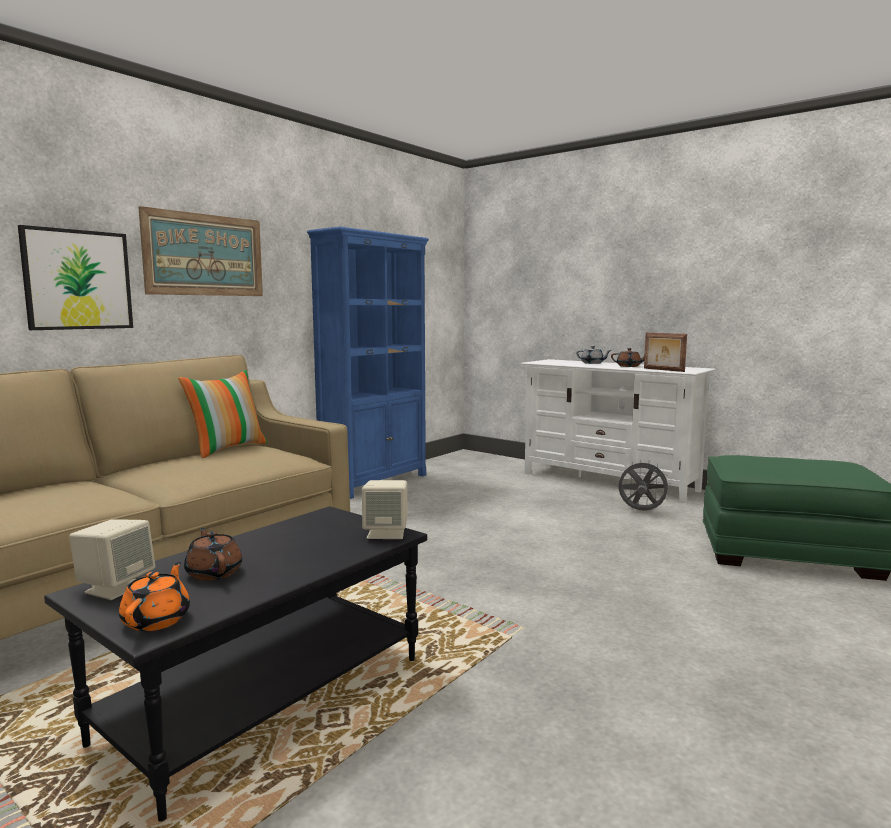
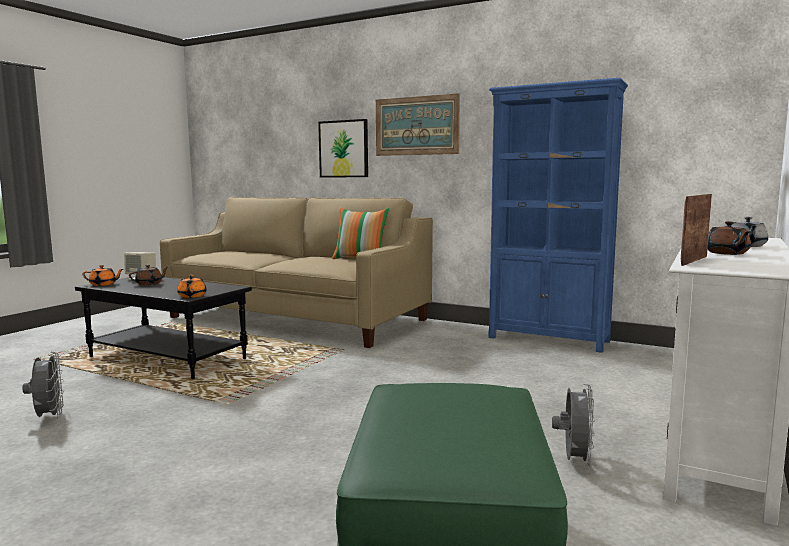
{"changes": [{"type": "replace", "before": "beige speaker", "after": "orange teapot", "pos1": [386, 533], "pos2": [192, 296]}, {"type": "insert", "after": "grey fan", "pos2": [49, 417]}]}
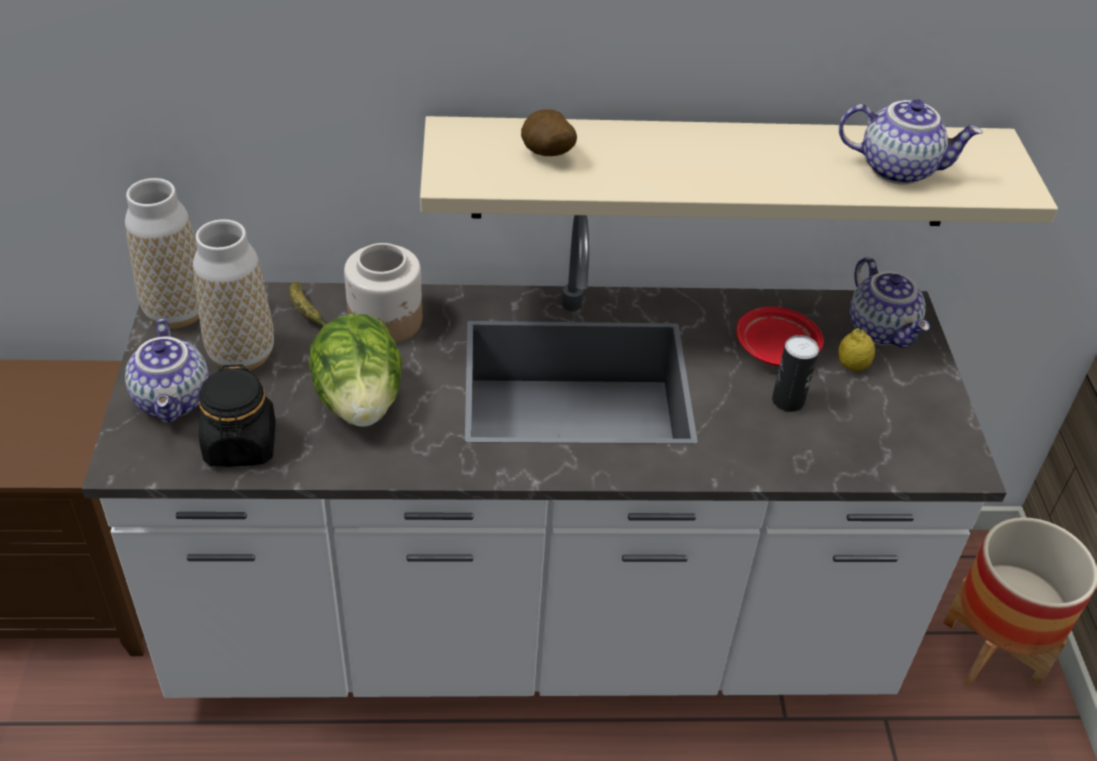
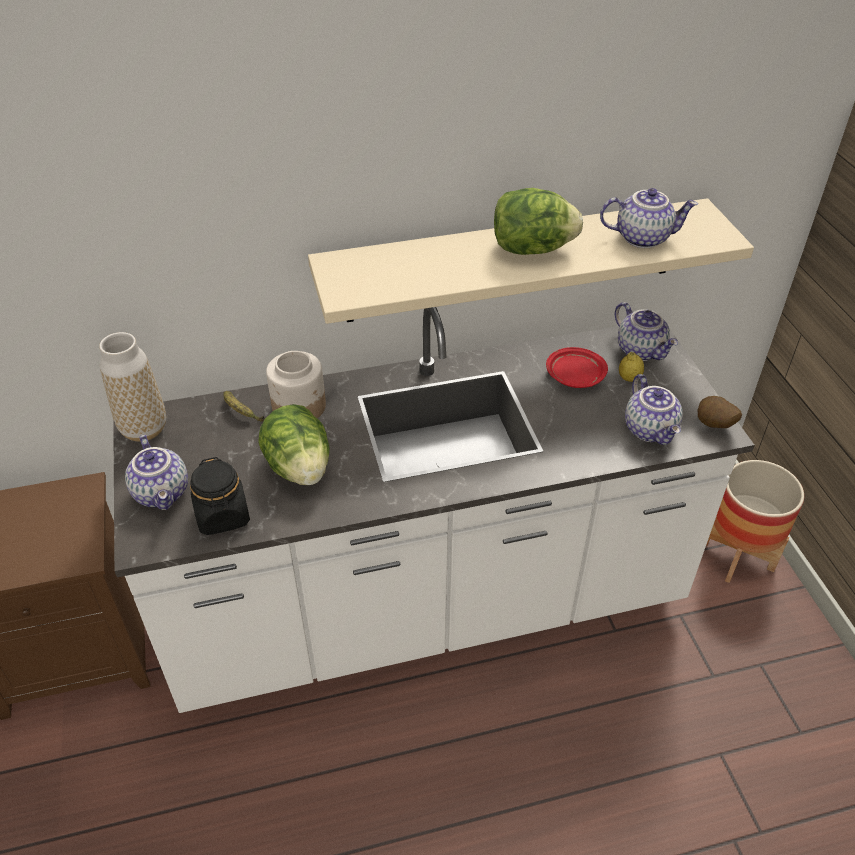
{"changes": [{"type": "move", "before": "potato", "pos1": [546, 156], "pos2": [713, 426]}, {"type": "delete", "before": "vase", "pos1": [242, 356]}, {"type": "delete", "before": "can", "pos1": [788, 401]}, {"type": "insert", "after": "lettuce", "pos2": [531, 249]}, {"type": "insert", "after": "teapot", "pos2": [651, 430]}]}
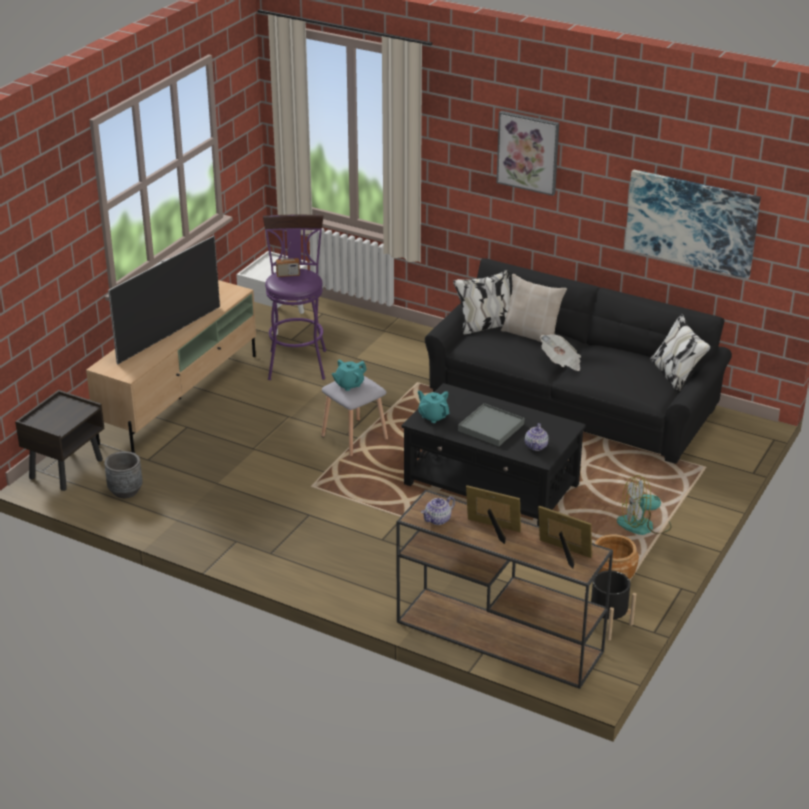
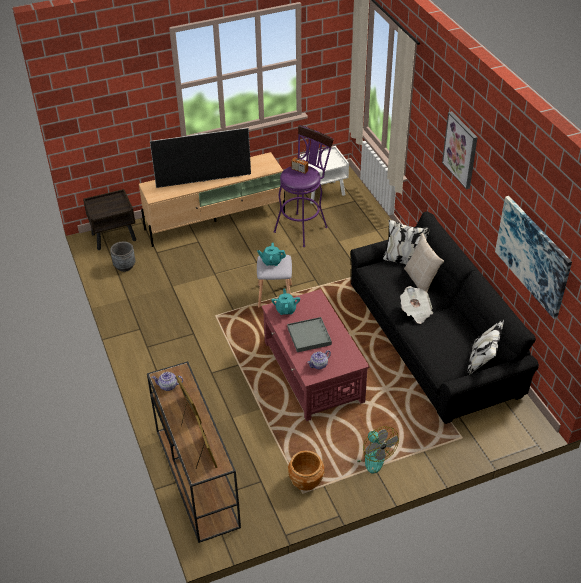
{"changes": [{"type": "recolor", "before": "black coffee table", "after": "red coffee table", "pos1": [492, 485], "pos2": [313, 372]}, {"type": "rotate", "before": "fan", "pos1": [644, 525], "pos2": [370, 456], "turn": -150}, {"type": "delete", "before": "black planter", "pos1": [607, 623]}]}
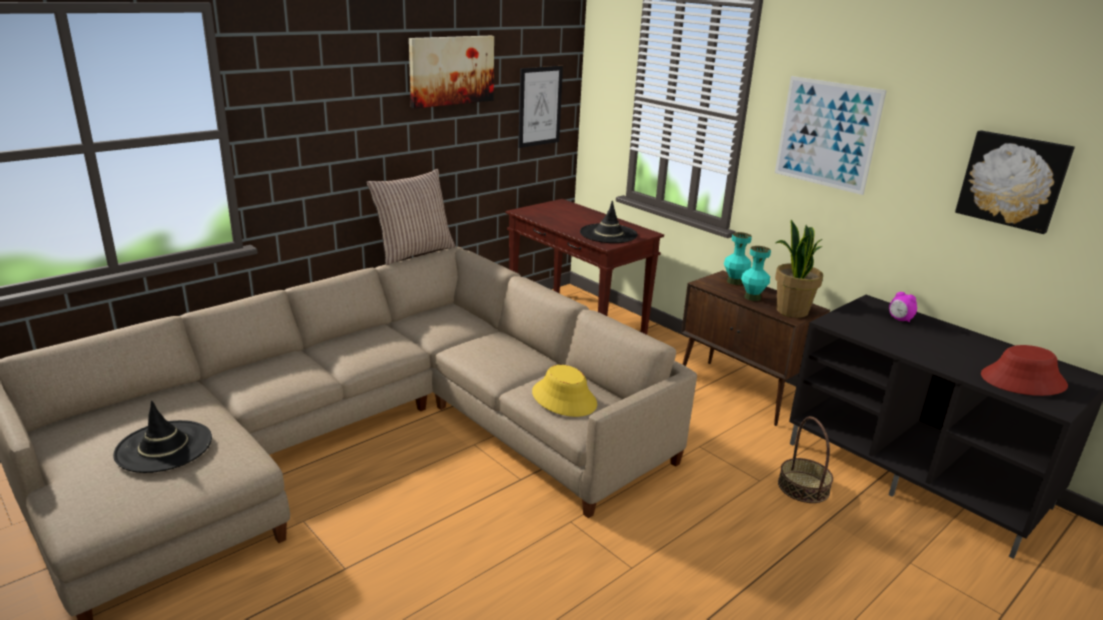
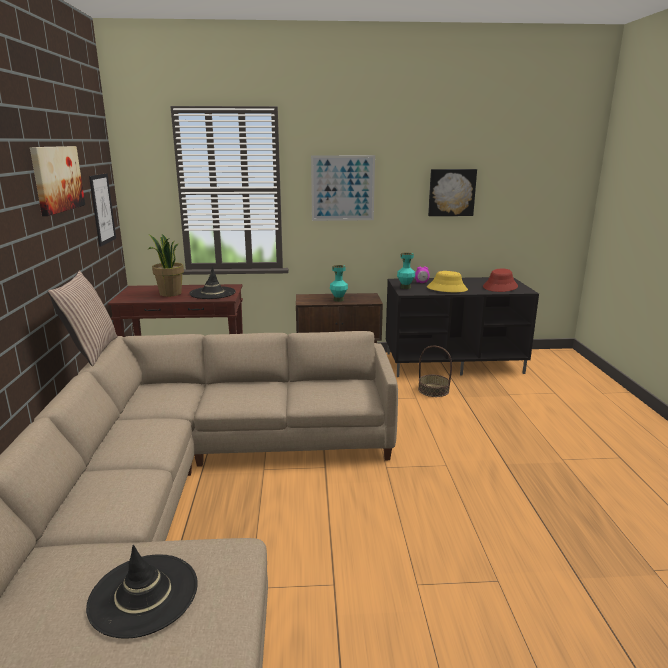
{"changes": [{"type": "move", "before": "potted plant", "pos1": [791, 311], "pos2": [170, 293]}, {"type": "move", "before": "turquoise vase", "pos1": [734, 281], "pos2": [405, 287]}, {"type": "move", "before": "yellow hat", "pos1": [564, 398], "pos2": [447, 289]}]}
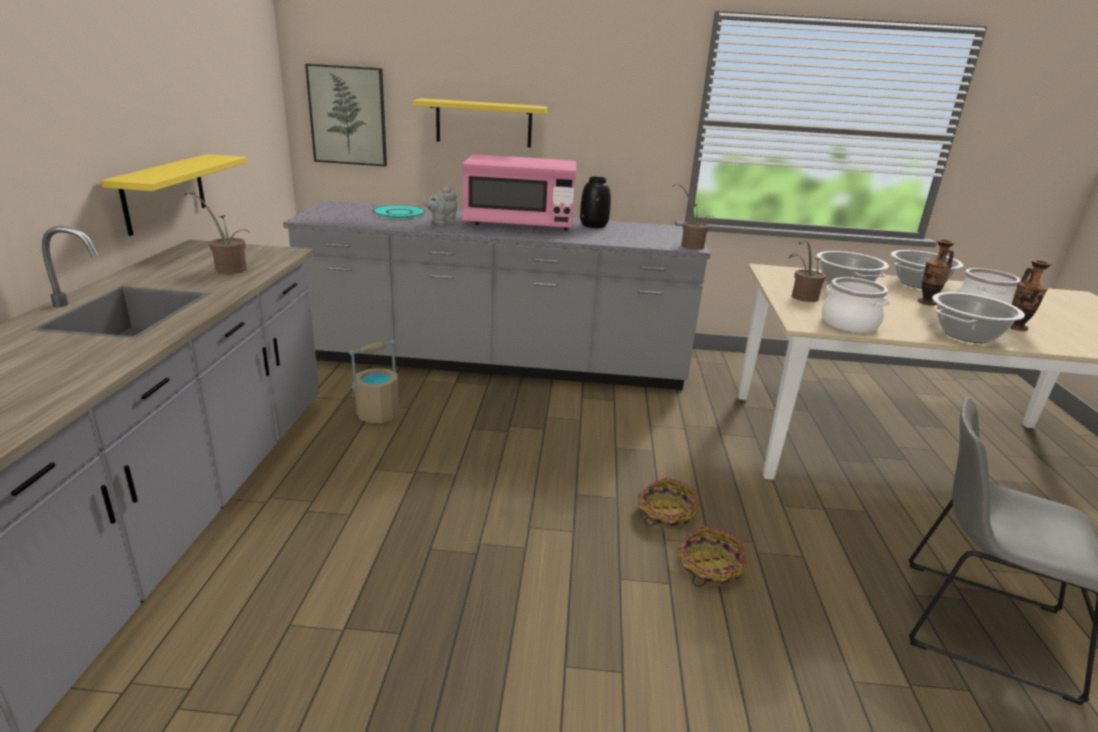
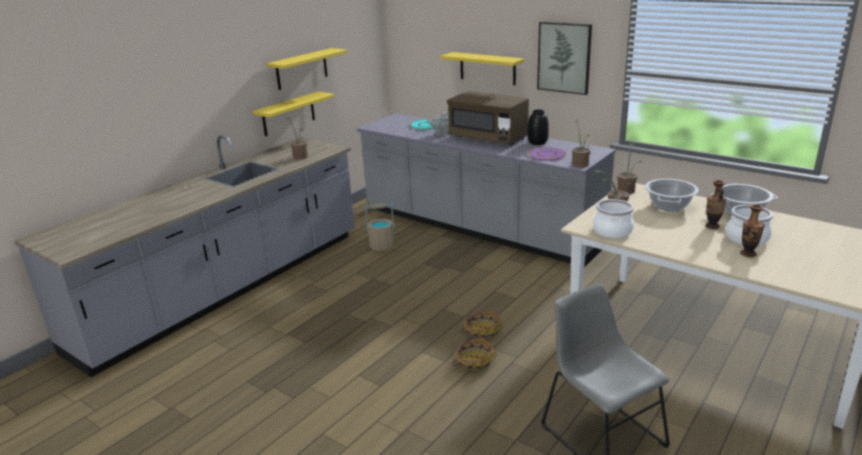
{"changes": [{"type": "move", "before": "picture", "pos1": [348, 115], "pos2": [564, 57]}, {"type": "recolor", "before": "pink microwave", "after": "brown microwave", "pos1": [519, 224], "pos2": [488, 138]}, {"type": "delete", "before": "cooking pot", "pos1": [967, 335]}, {"type": "insert", "after": "yellow shelf", "pos2": [301, 69]}, {"type": "insert", "after": "potted plant", "pos2": [626, 190]}, {"type": "insert", "after": "purple plate", "pos2": [547, 155]}]}
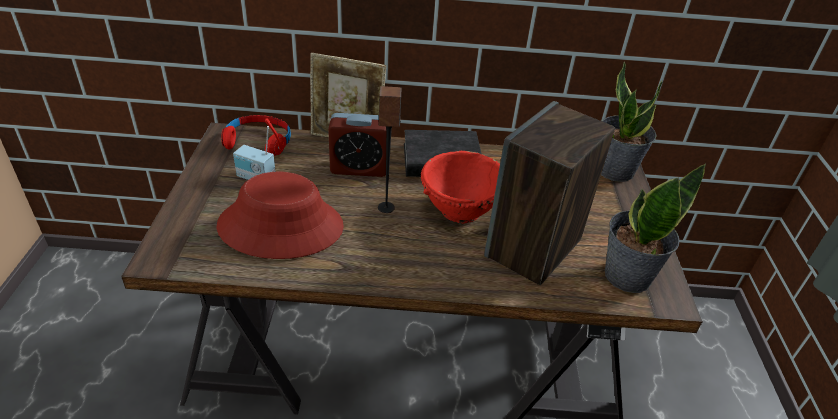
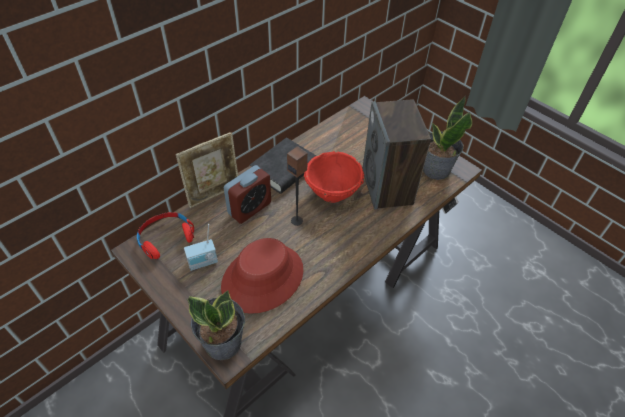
{"changes": [{"type": "move", "before": "potted plant", "pos1": [615, 170], "pos2": [223, 342]}]}
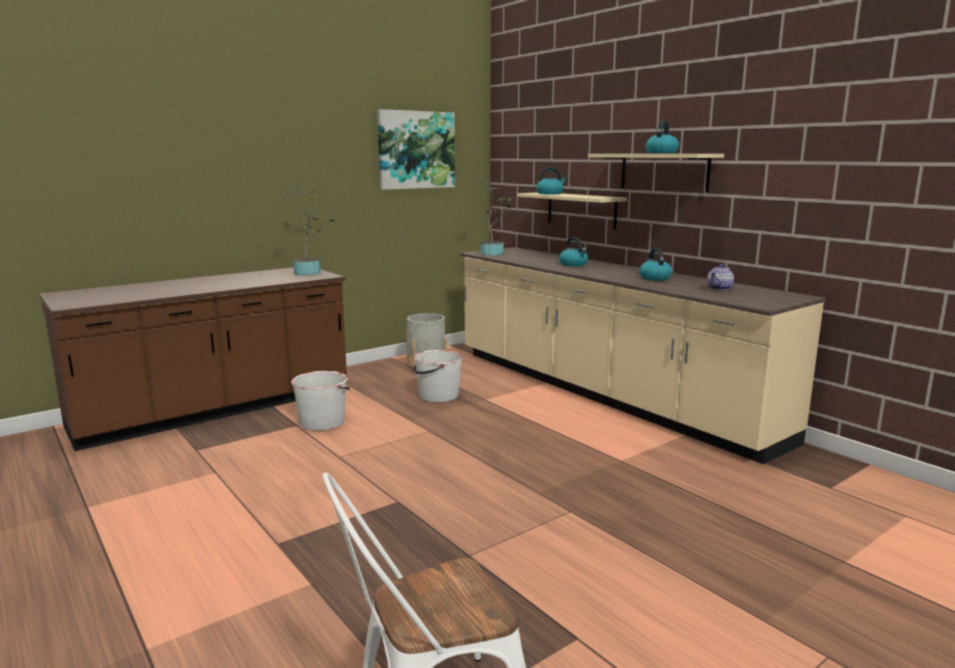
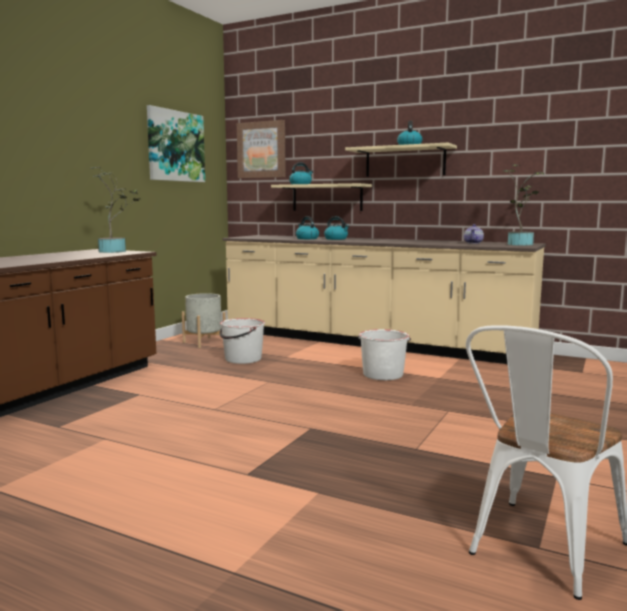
{"changes": [{"type": "move", "before": "potted plant", "pos1": [494, 253], "pos2": [520, 244]}, {"type": "move", "before": "kettle", "pos1": [654, 278], "pos2": [306, 238]}, {"type": "move", "before": "white bucket", "pos1": [322, 422], "pos2": [383, 374]}, {"type": "insert", "after": "picture", "pos2": [261, 150]}]}
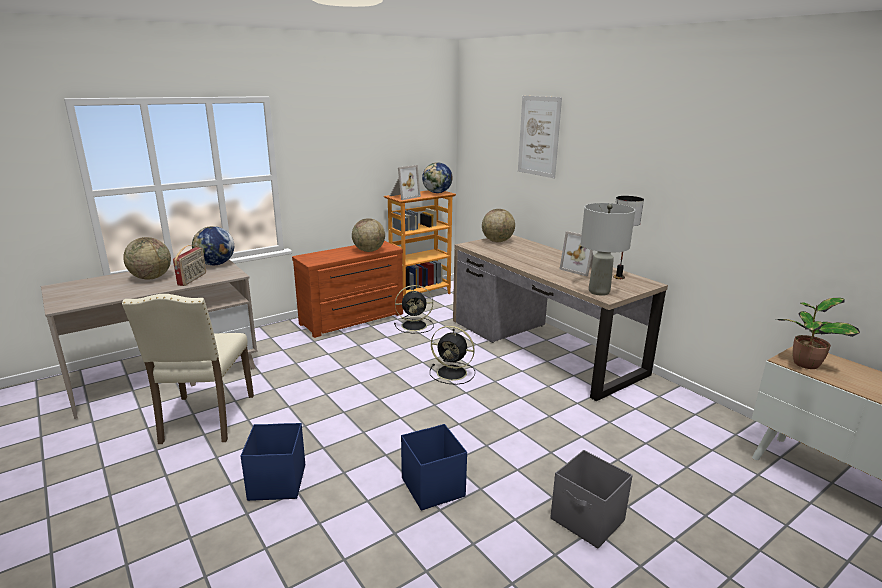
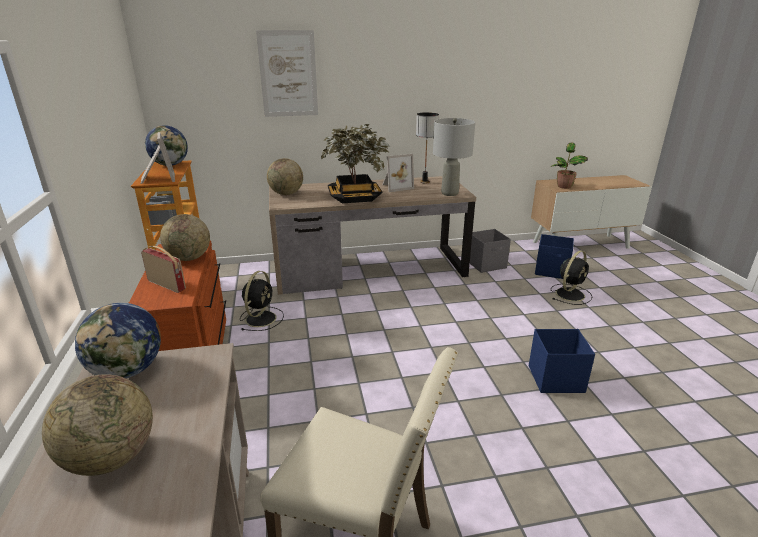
{"changes": [{"type": "move", "before": "radio", "pos1": [192, 279], "pos2": [167, 285]}, {"type": "move", "before": "black fan", "pos1": [453, 373], "pos2": [570, 294]}, {"type": "move", "before": "blue storage box", "pos1": [276, 483], "pos2": [552, 271]}, {"type": "move", "before": "grey storage box", "pos1": [588, 521], "pos2": [487, 264]}, {"type": "insert", "after": "potted plant", "pos2": [354, 197]}]}
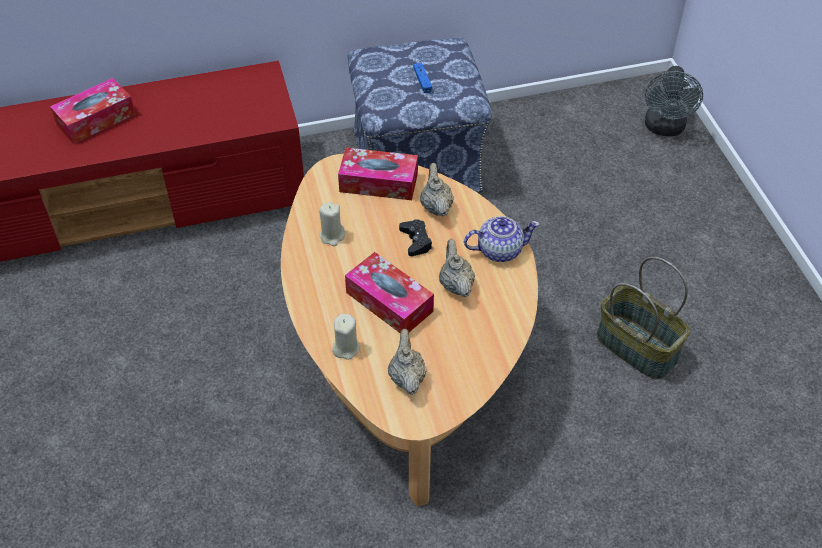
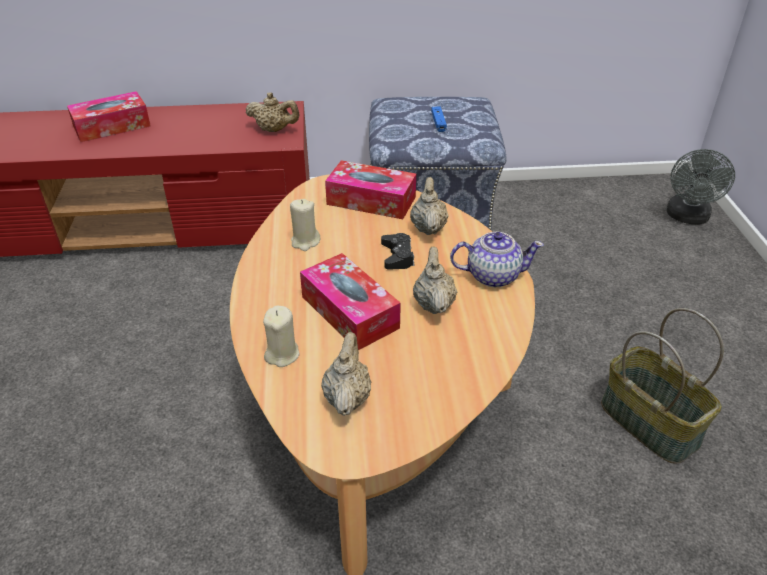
{"changes": [{"type": "insert", "after": "beige teapot", "pos2": [274, 130]}]}
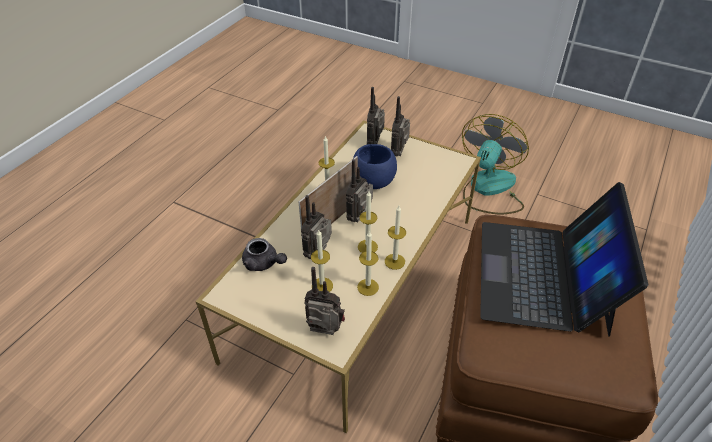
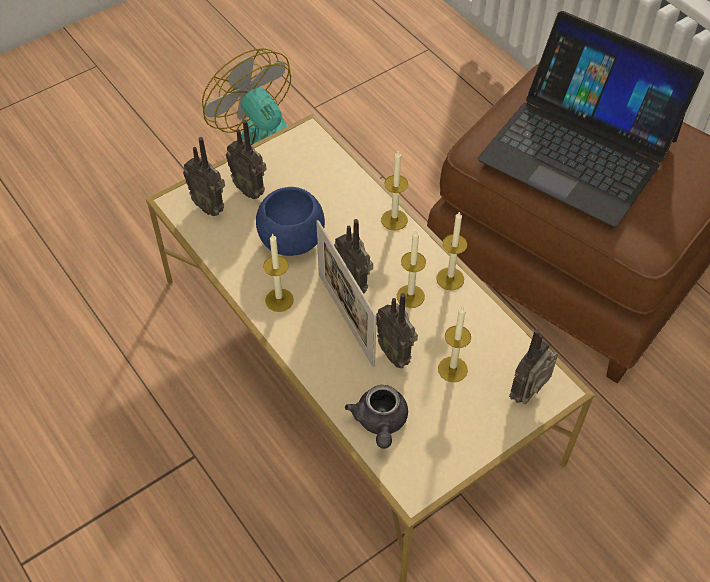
{"changes": [{"type": "move", "before": "candle", "pos1": [368, 287], "pos2": [394, 220]}, {"type": "rotate", "before": "grey teapot", "pos1": [263, 263], "pos2": [380, 423], "turn": 120}]}
